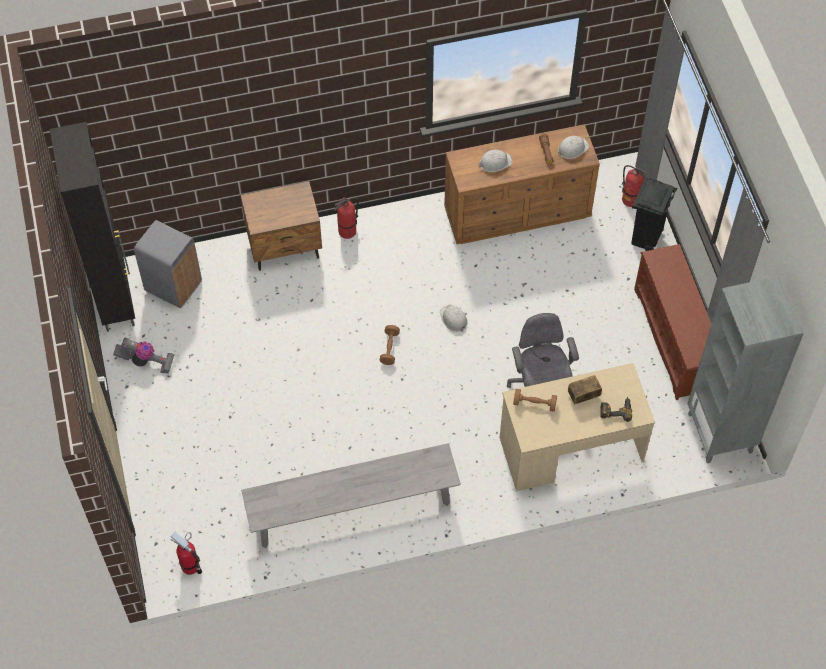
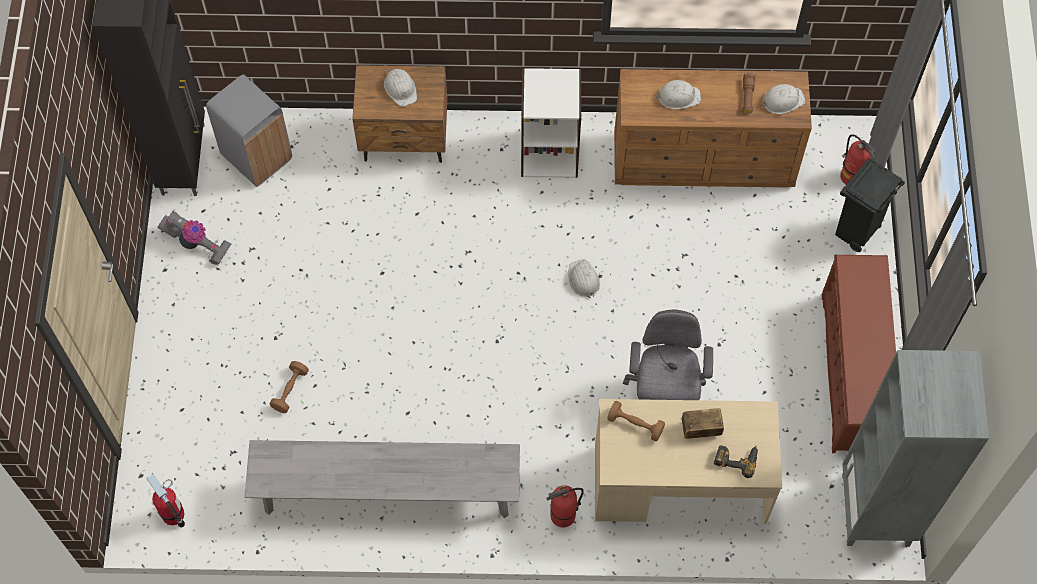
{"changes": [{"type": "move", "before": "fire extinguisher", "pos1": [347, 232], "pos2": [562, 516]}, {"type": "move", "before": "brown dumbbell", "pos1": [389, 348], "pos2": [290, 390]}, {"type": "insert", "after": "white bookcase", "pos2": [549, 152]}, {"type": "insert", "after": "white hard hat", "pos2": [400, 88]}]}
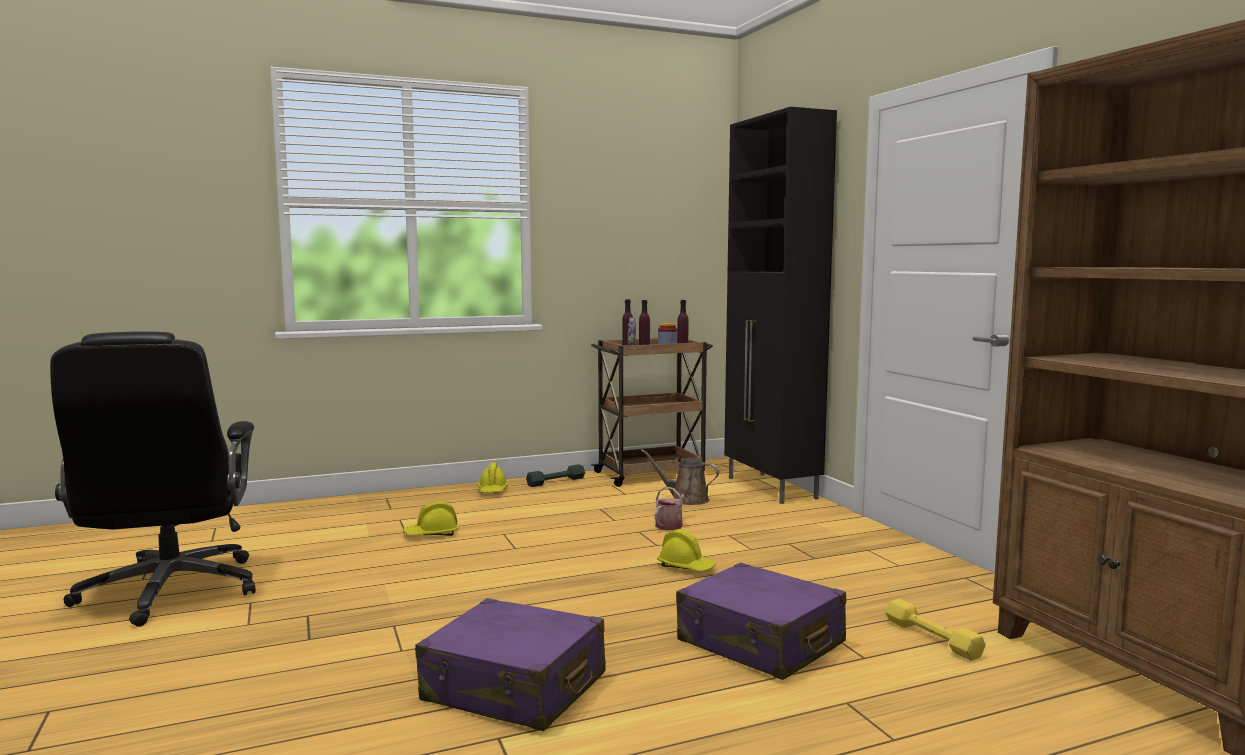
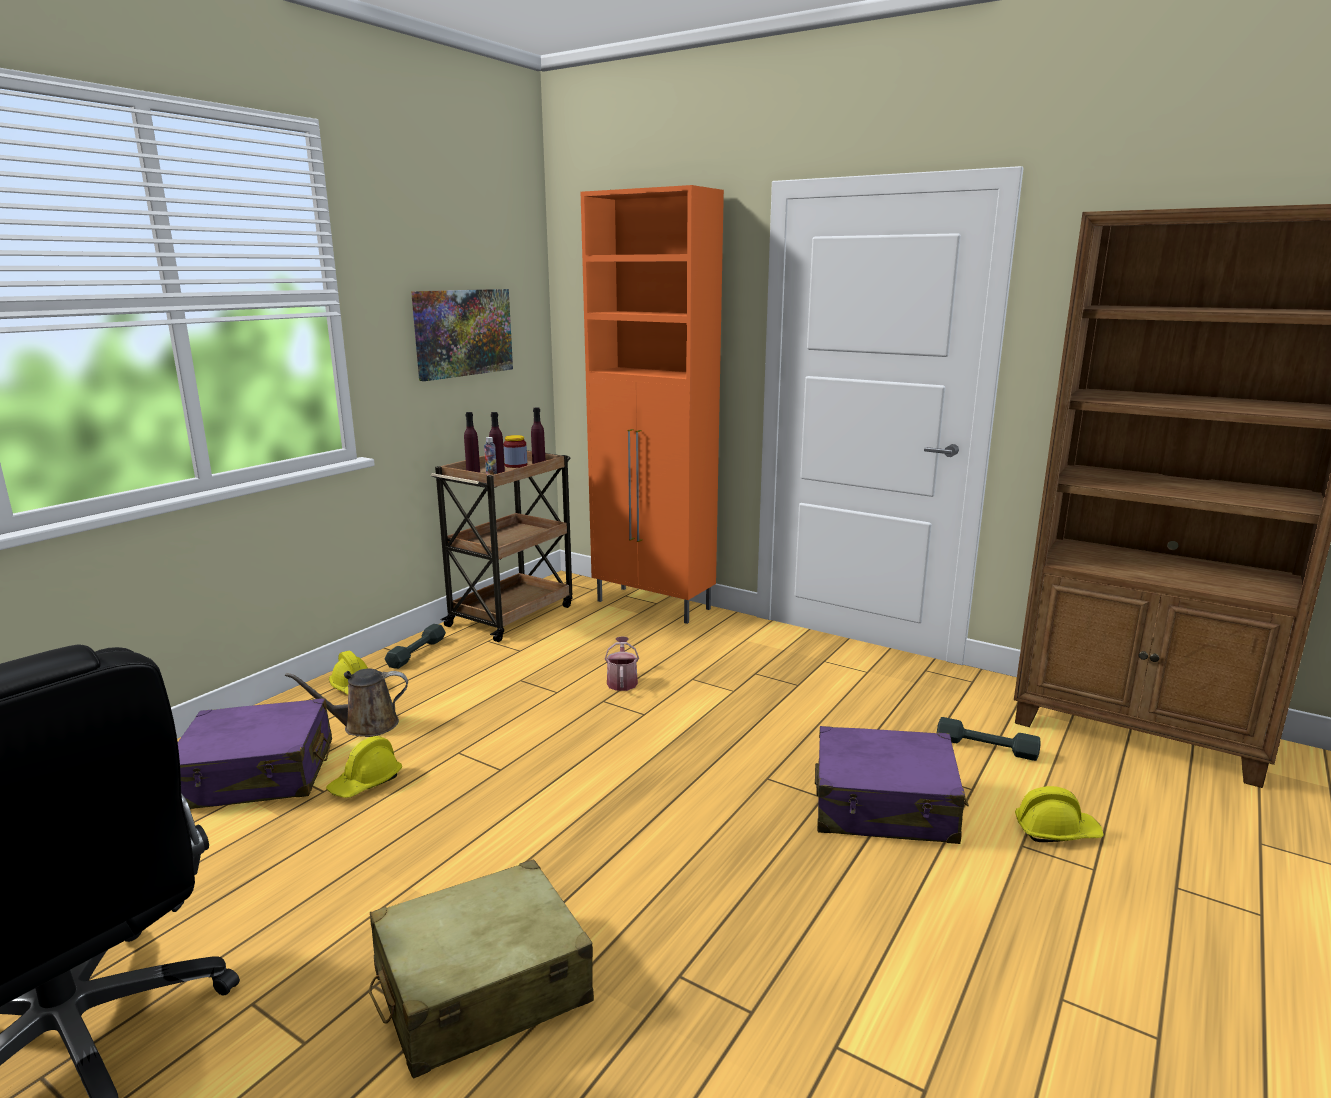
{"changes": [{"type": "recolor", "before": "black cabinet", "after": "orange cabinet", "pos1": [771, 488], "pos2": [654, 605]}, {"type": "move", "before": "brown watering can", "pos1": [686, 499], "pos2": [365, 725]}, {"type": "move", "before": "yellow hard hat", "pos1": [686, 567], "pos2": [1056, 831]}, {"type": "move", "before": "purple suitcase", "pos1": [514, 688], "pos2": [257, 775]}, {"type": "recolor", "before": "yellow dumbbell", "after": "grey dumbbell", "pos1": [932, 638], "pos2": [986, 747]}, {"type": "insert", "after": "picture", "pos2": [463, 332]}, {"type": "insert", "after": "beige suitcase", "pos2": [481, 988]}]}
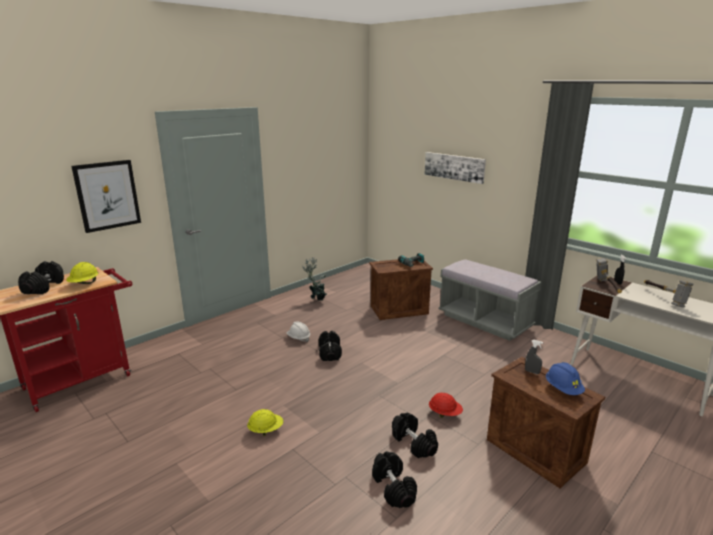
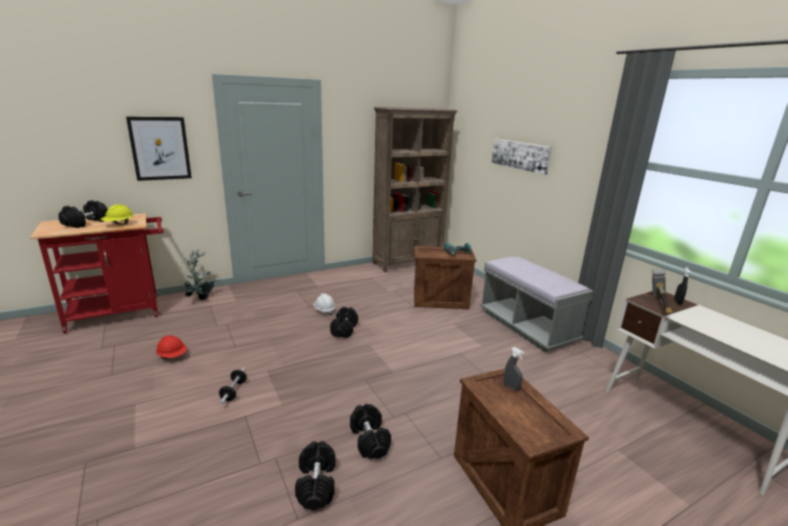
{"changes": [{"type": "move", "before": "potted plant", "pos1": [317, 299], "pos2": [200, 298]}, {"type": "delete", "before": "hammer", "pos1": [664, 298]}, {"type": "delete", "before": "blue hard hat", "pos1": [563, 389]}, {"type": "move", "before": "red hard hat", "pos1": [445, 414], "pos2": [173, 356]}, {"type": "replace", "before": "yellow hard hat", "after": "dumbbell", "pos1": [266, 430], "pos2": [234, 391]}, {"type": "insert", "after": "brown bookcase", "pos2": [408, 262]}]}
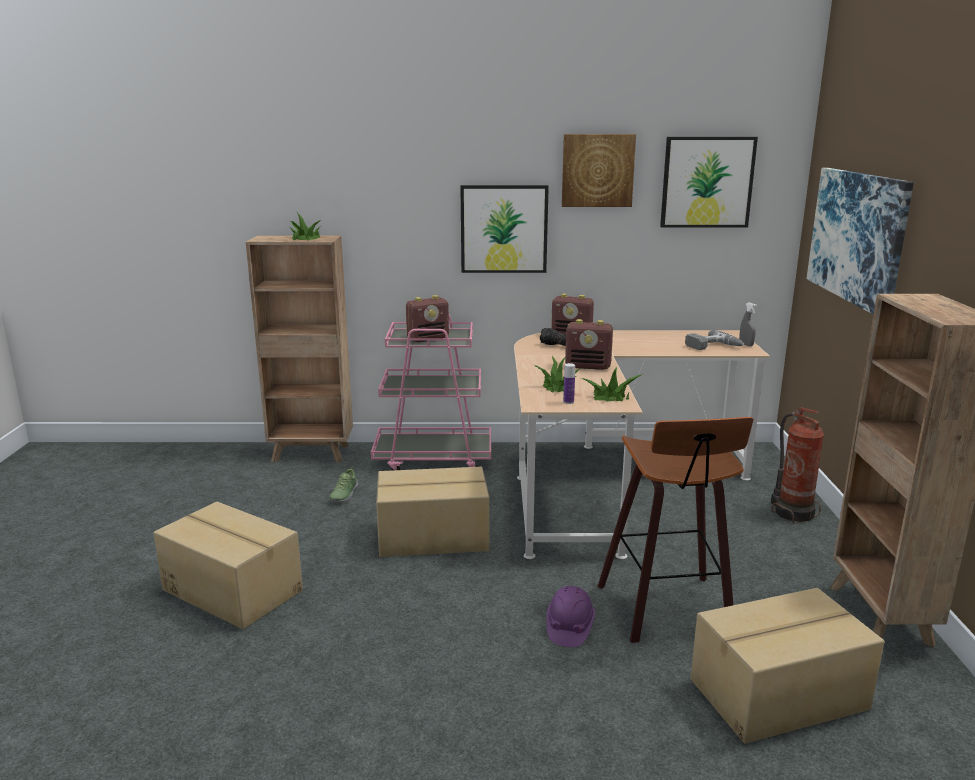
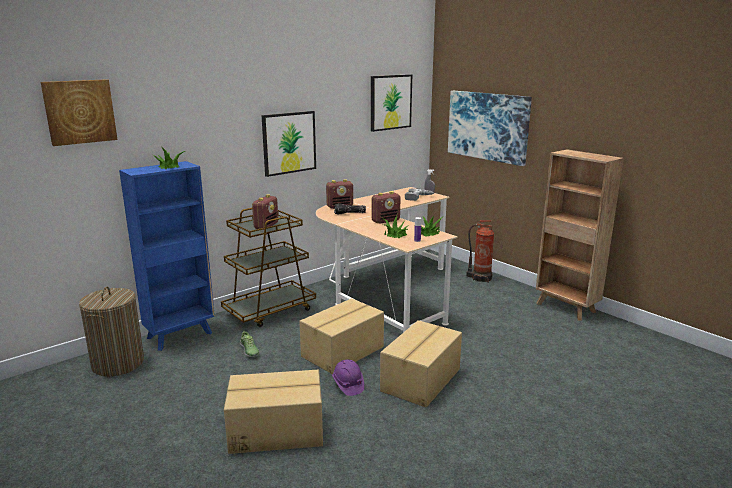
{"changes": [{"type": "move", "before": "picture", "pos1": [597, 170], "pos2": [80, 112]}, {"type": "recolor", "before": "brown bookcase", "after": "blue bookcase", "pos1": [312, 454], "pos2": [181, 335]}, {"type": "recolor", "before": "pink cart", "after": "brown cart", "pos1": [434, 458], "pos2": [270, 311]}, {"type": "delete", "before": "stool", "pos1": [669, 611]}, {"type": "move", "before": "purple hard hat", "pos1": [569, 627], "pos2": [348, 385]}, {"type": "move", "before": "cardboard box", "pos1": [780, 695], "pos2": [422, 380]}, {"type": "insert", "after": "laundry basket", "pos2": [118, 363]}]}
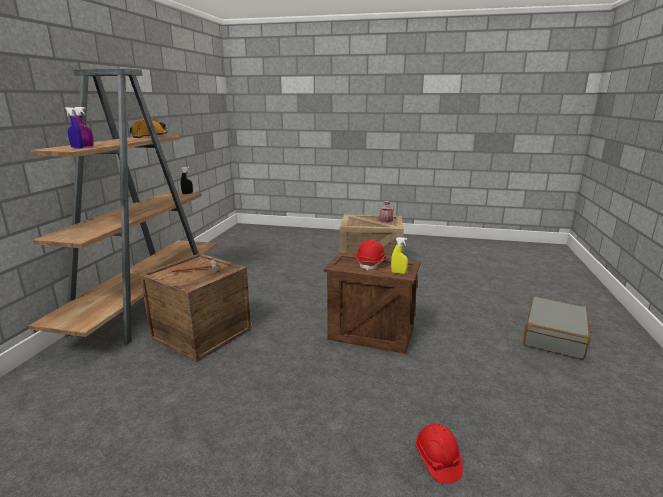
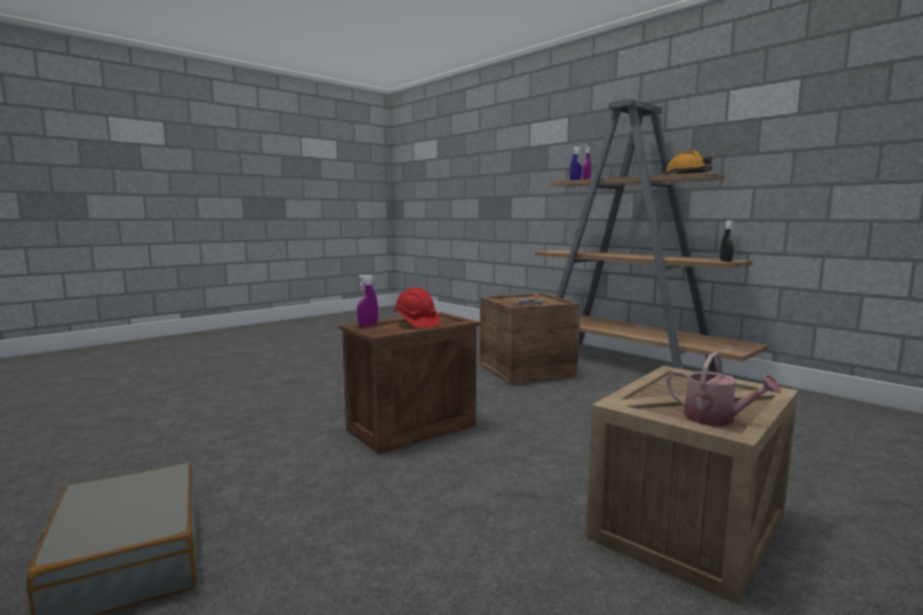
{"changes": [{"type": "recolor", "before": "yellow spray bottle", "after": "purple spray bottle", "pos1": [398, 273], "pos2": [368, 325]}, {"type": "delete", "before": "red hard hat", "pos1": [437, 461]}]}
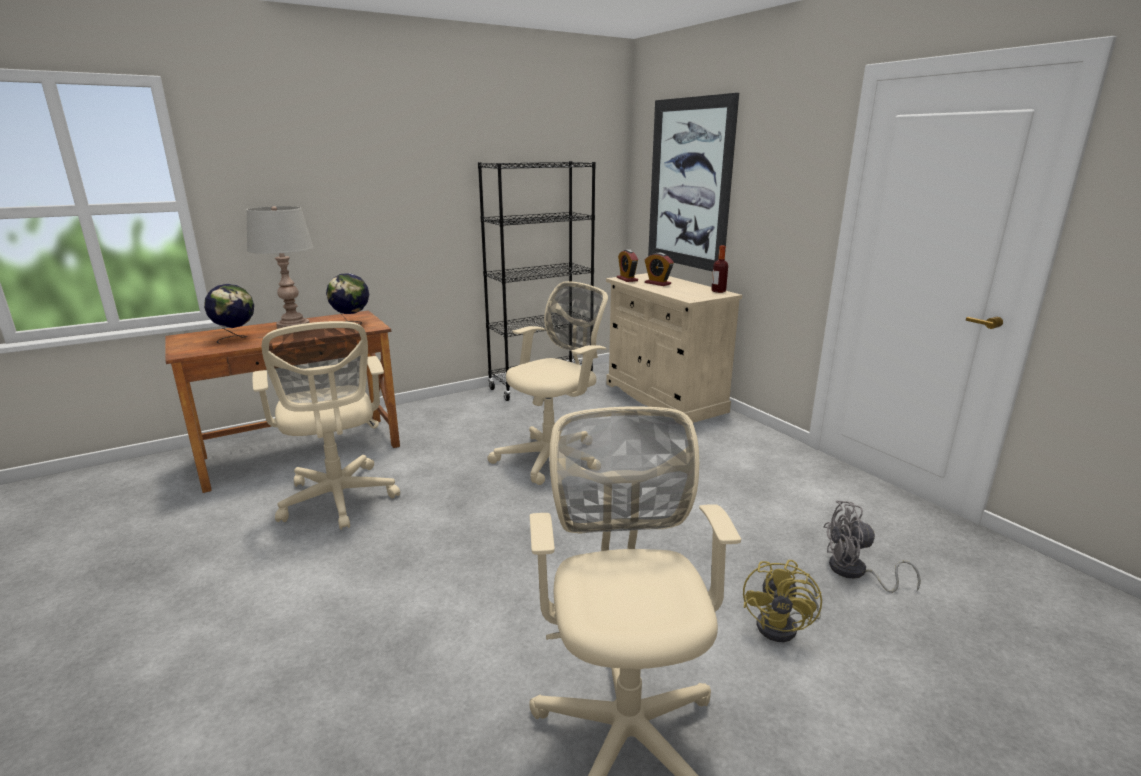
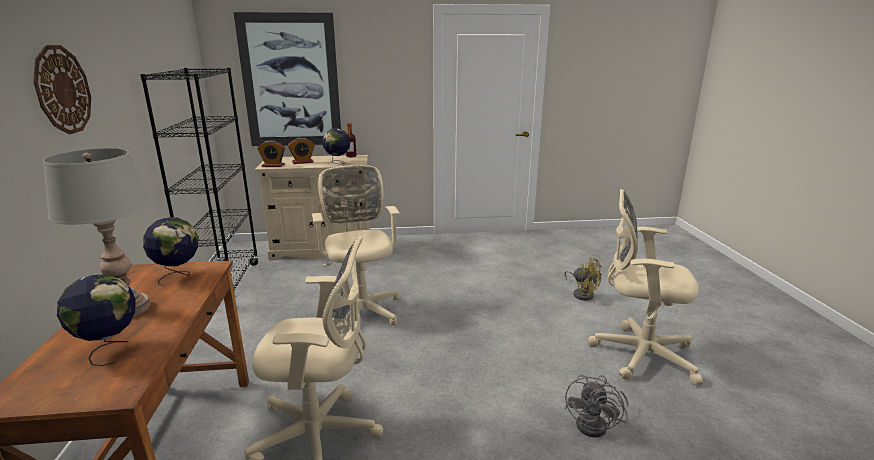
{"changes": [{"type": "move", "before": "grey fan", "pos1": [855, 573], "pos2": [597, 426]}, {"type": "insert", "after": "wall clock", "pos2": [62, 90]}, {"type": "insert", "after": "globe", "pos2": [337, 163]}]}
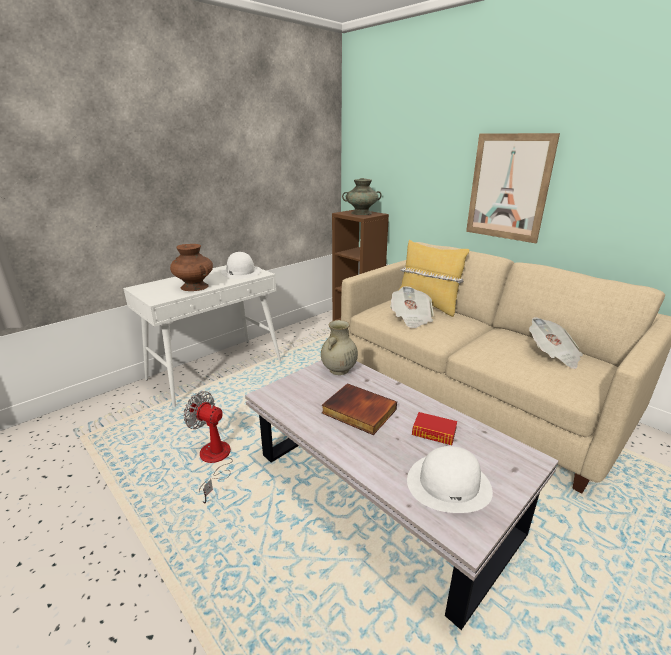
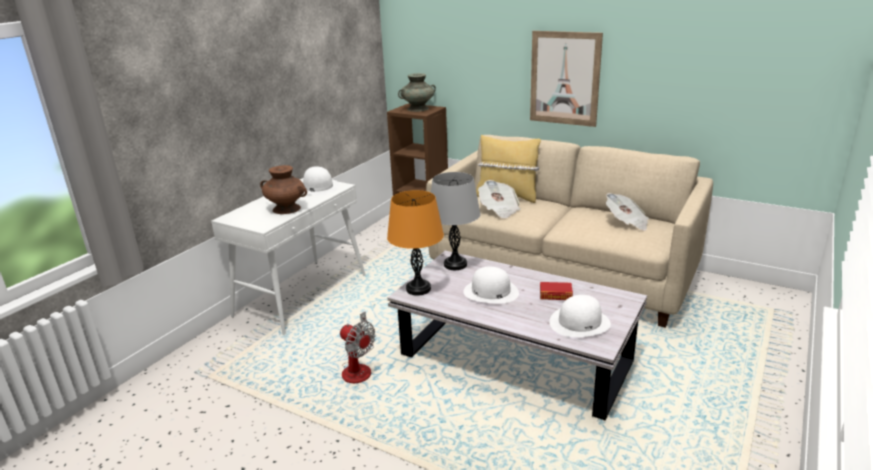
{"changes": [{"type": "replace", "before": "beige vase", "after": "grey table lamp", "pos1": [339, 370], "pos2": [455, 265]}, {"type": "replace", "before": "book", "after": "white hat", "pos1": [358, 412], "pos2": [490, 292]}, {"type": "rotate", "before": "fan", "pos1": [214, 461], "pos2": [358, 367], "turn": -150}, {"type": "insert", "after": "orange table lamp", "pos2": [418, 289]}]}
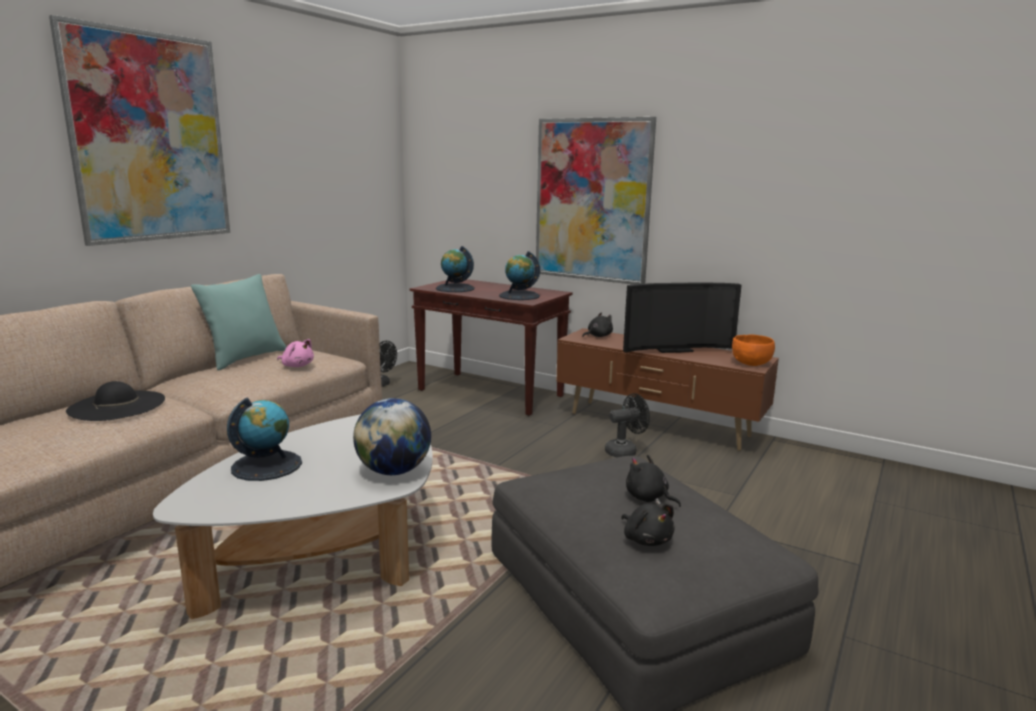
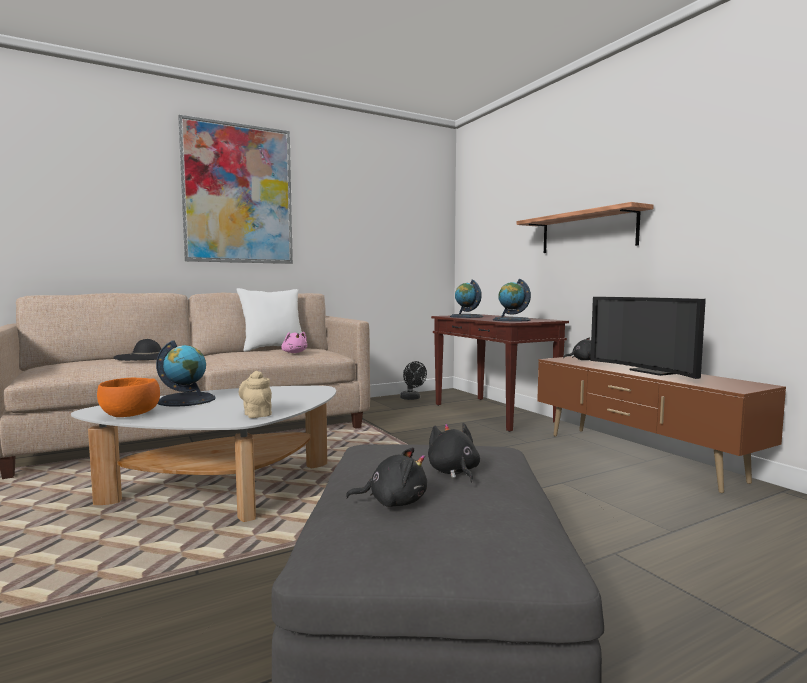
{"changes": [{"type": "replace", "before": "picture", "after": "shelf", "pos1": [592, 200], "pos2": [587, 232]}, {"type": "recolor", "before": "turquoise pillow", "after": "white pillow", "pos1": [245, 358], "pos2": [273, 348]}, {"type": "rotate", "before": "television", "pos1": [673, 349], "pos2": [651, 372], "turn": 45}, {"type": "move", "before": "orange bowl", "pos1": [751, 363], "pos2": [131, 414]}, {"type": "delete", "before": "black fan", "pos1": [625, 451]}, {"type": "replace", "before": "globe", "after": "beige teapot", "pos1": [394, 471], "pos2": [256, 414]}, {"type": "rotate", "before": "black plush toy", "pos1": [646, 539], "pos2": [393, 502], "turn": -90}]}
